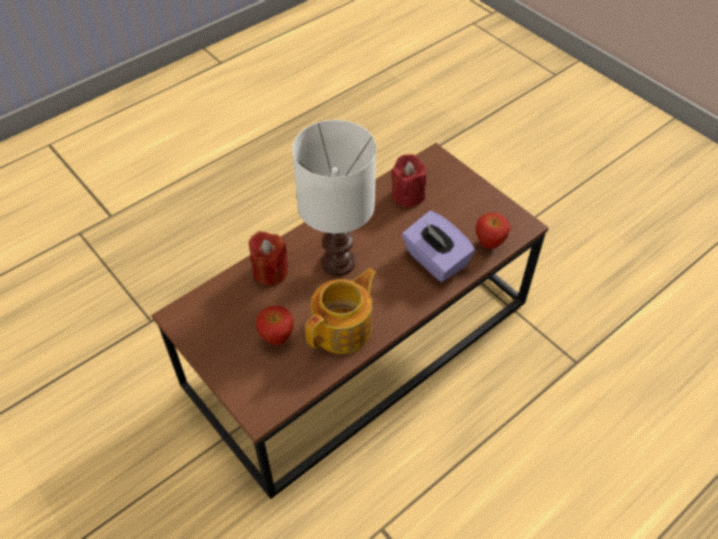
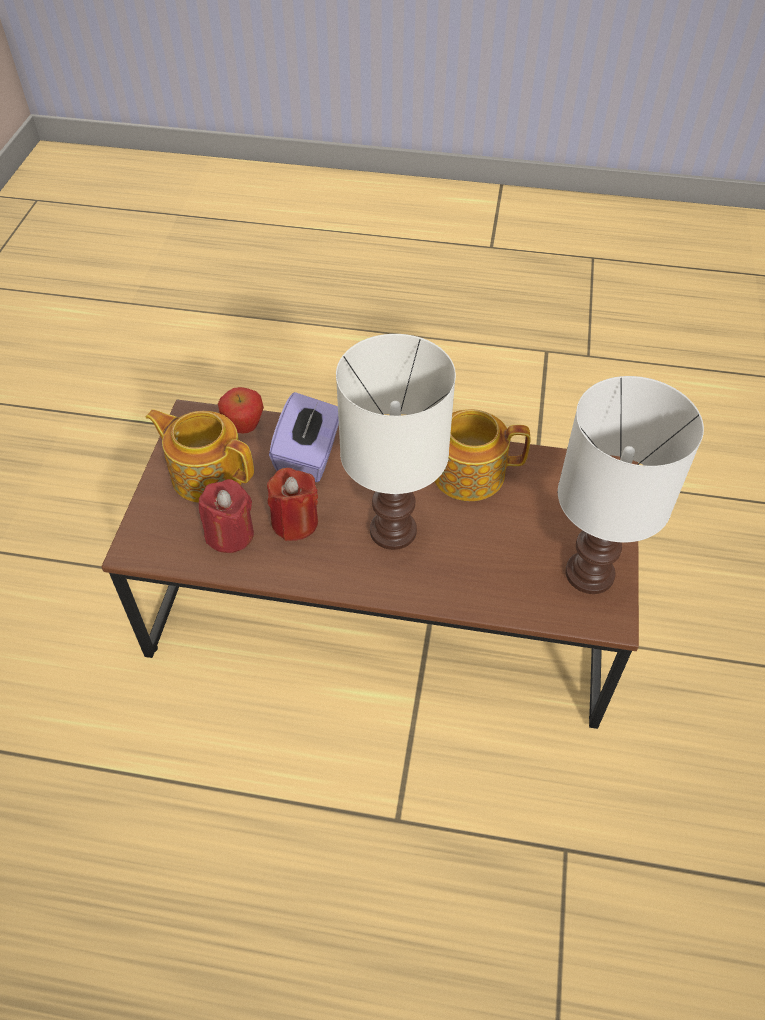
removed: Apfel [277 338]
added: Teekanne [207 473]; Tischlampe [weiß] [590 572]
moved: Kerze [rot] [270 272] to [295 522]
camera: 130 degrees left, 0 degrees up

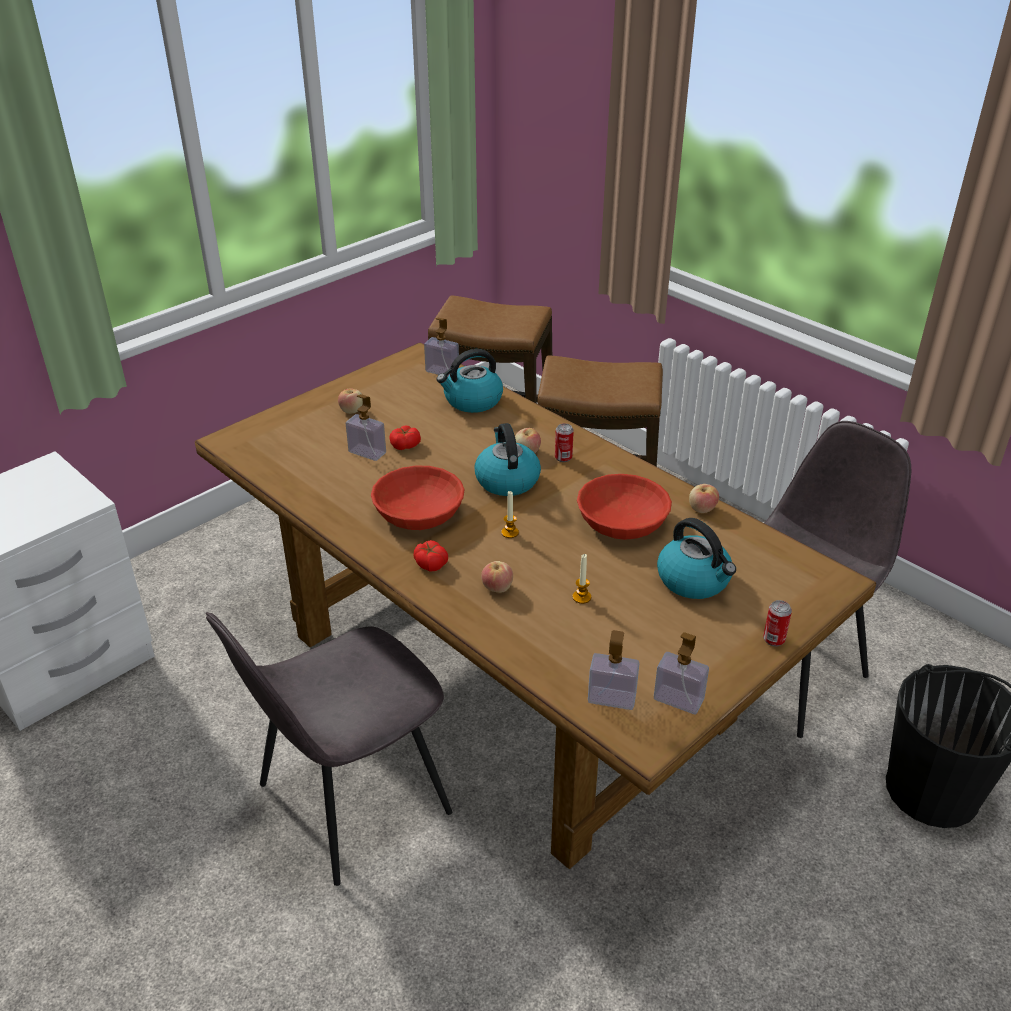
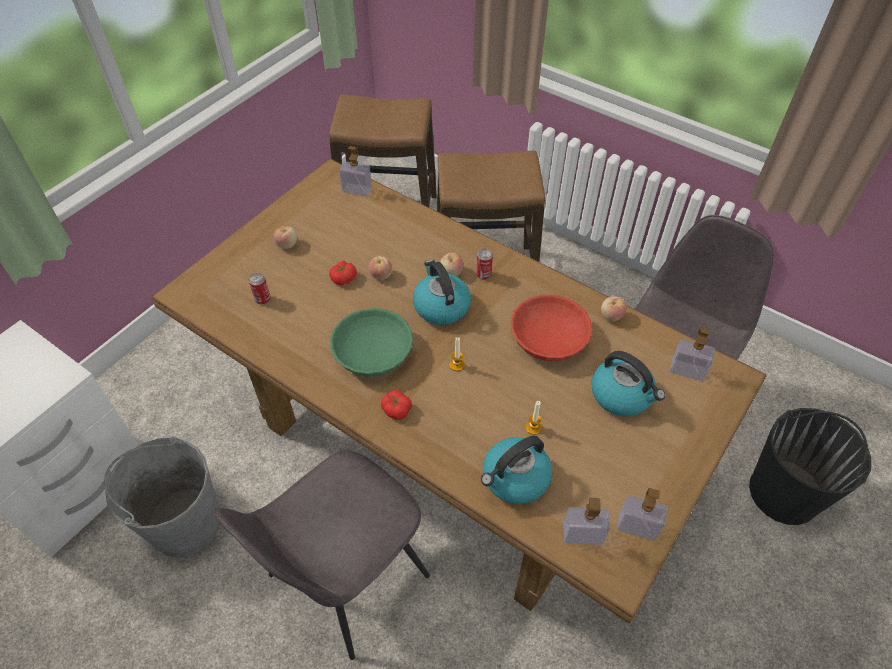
added: Eimer [grau] [185 523]
moved: Dose [773 639] to [263 299]; Apfel [497 587] to [381 275]; Wasserkessel [472 401] to [515 478]; Seifenspender [367 452] to [687 370]
recoloured: Schüssel [rot] [419 512] to Schüssel [grün] [373 353]
camera: 10 degrees left, 15 degrees up

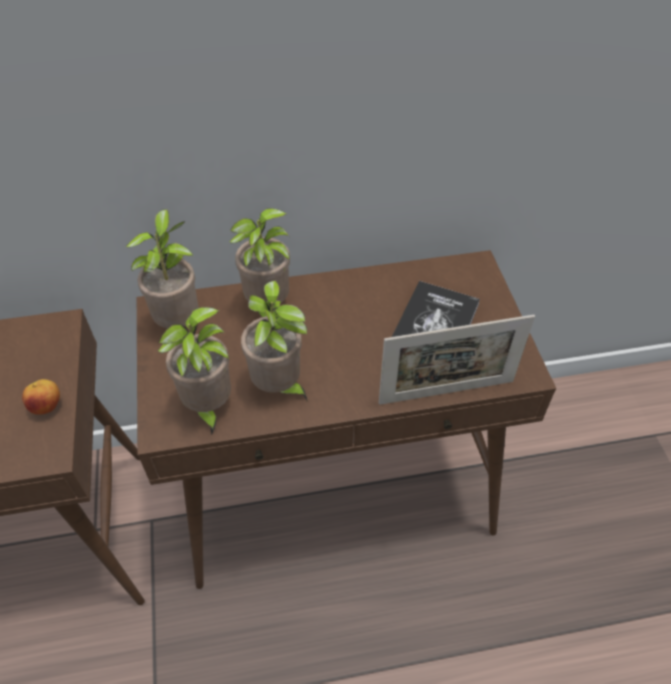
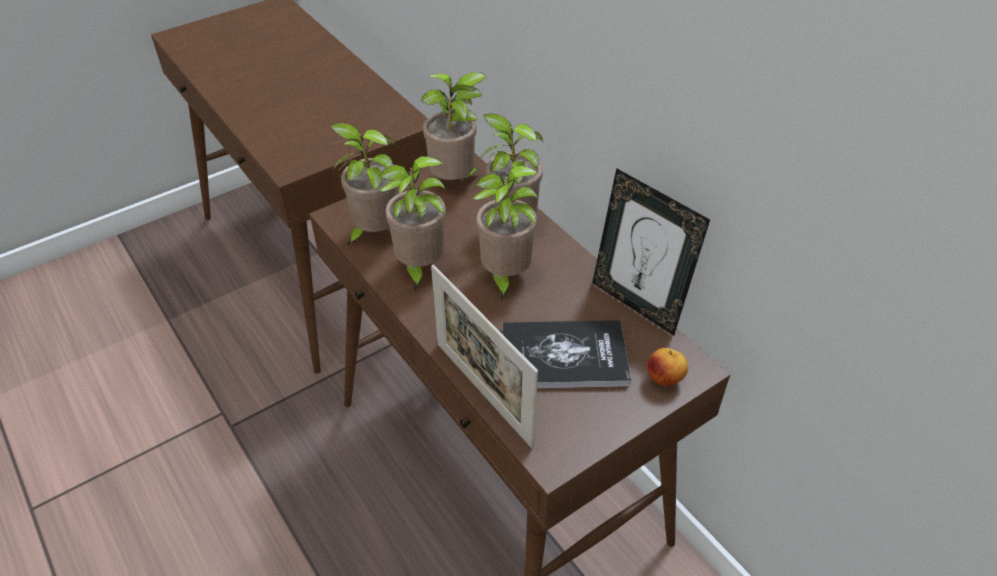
added: Topfpflanze [504 277]; Bilderrahmen [637 303]
moved: Apfel [47 406] to [665 379]
camera: 65 degrees right, 5 degrees down

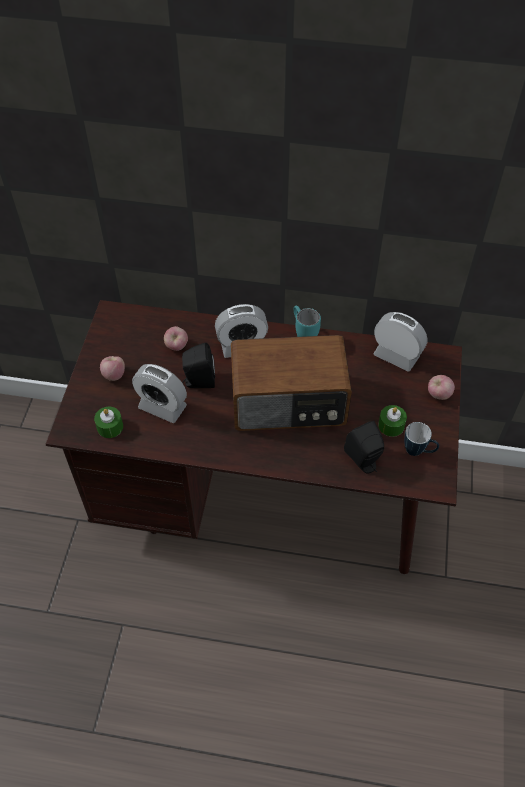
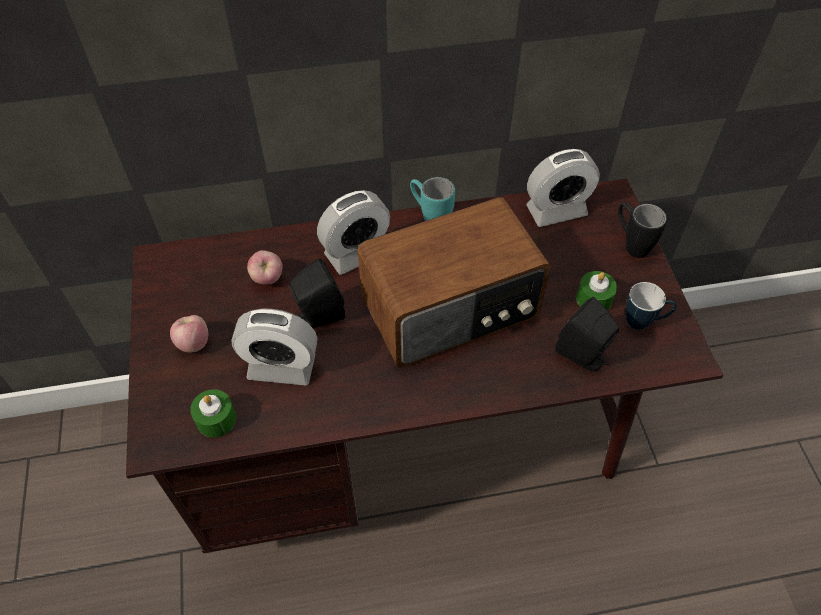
replaced: Apfel [438 395] to Henkelbecher [schwarz] [631 243]
turned: Wecker [396 356] = [556 211] 150 degrees clockwise
camera: 20 degrees left, 0 degrees up

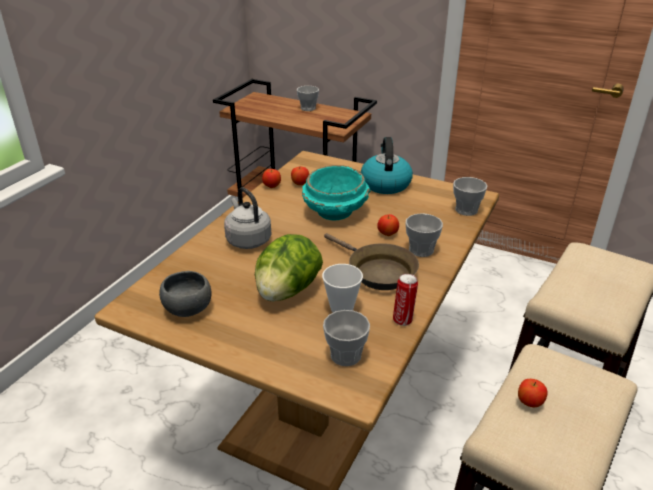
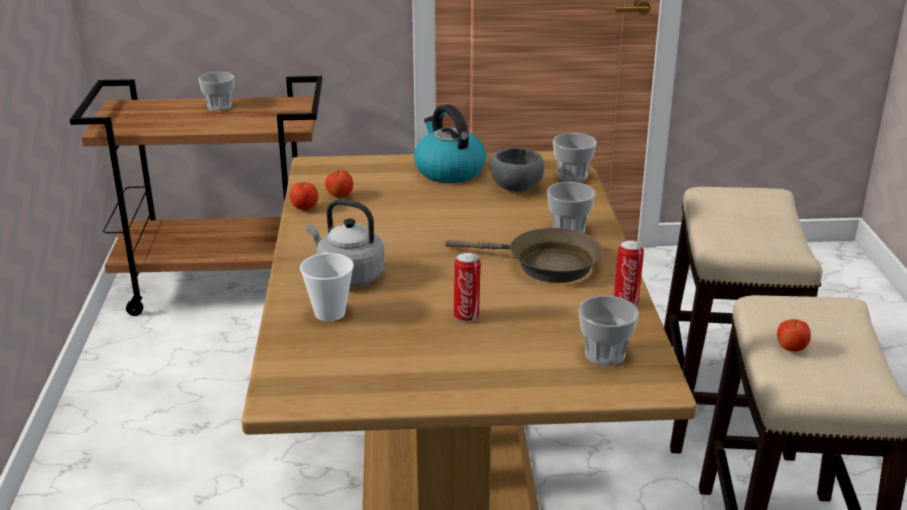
removed: Schüssel [türkis] [336 212]; Apfel [387 234]
moved: Tasse [342 308] to [329 313]; Schüssel [grau] [187 310] to [517 189]
replaced: Salatkopf [287 291] to Dose [466 315]
camera: 30 degrees left, 5 degrees down

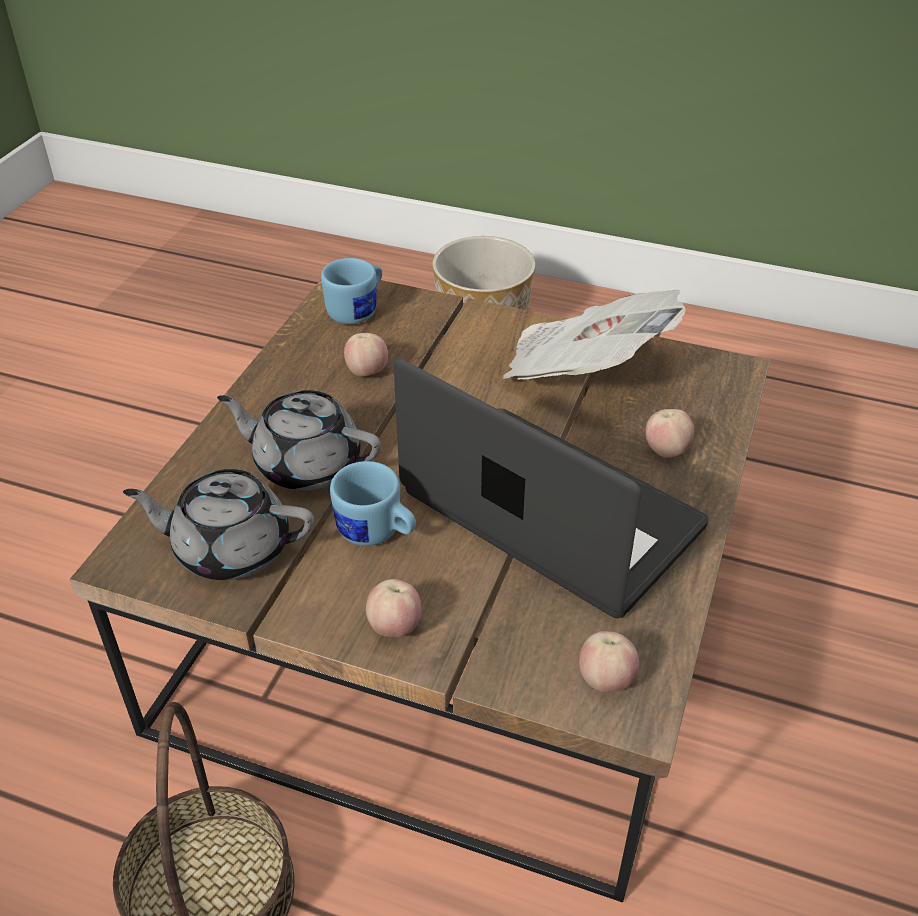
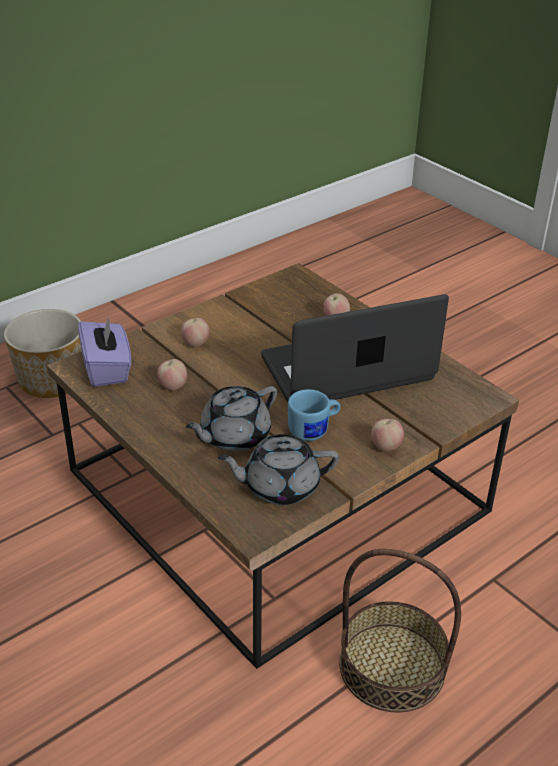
removed: Zeitung [584 372]
moved: Apfel [605 680] to [196 344]
replaced: Henkelbecher [blau] [358 310] to Taschentuchbox [lila] [107 369]
turned: Teekanne [grau] [230 548] = [280 486] 45 degrees clockwise
camera: 60 degrees left, 5 degrees down

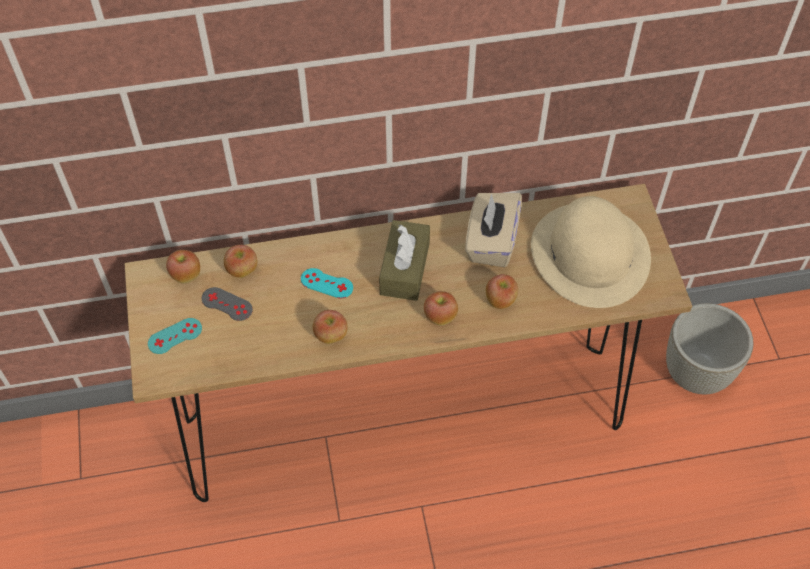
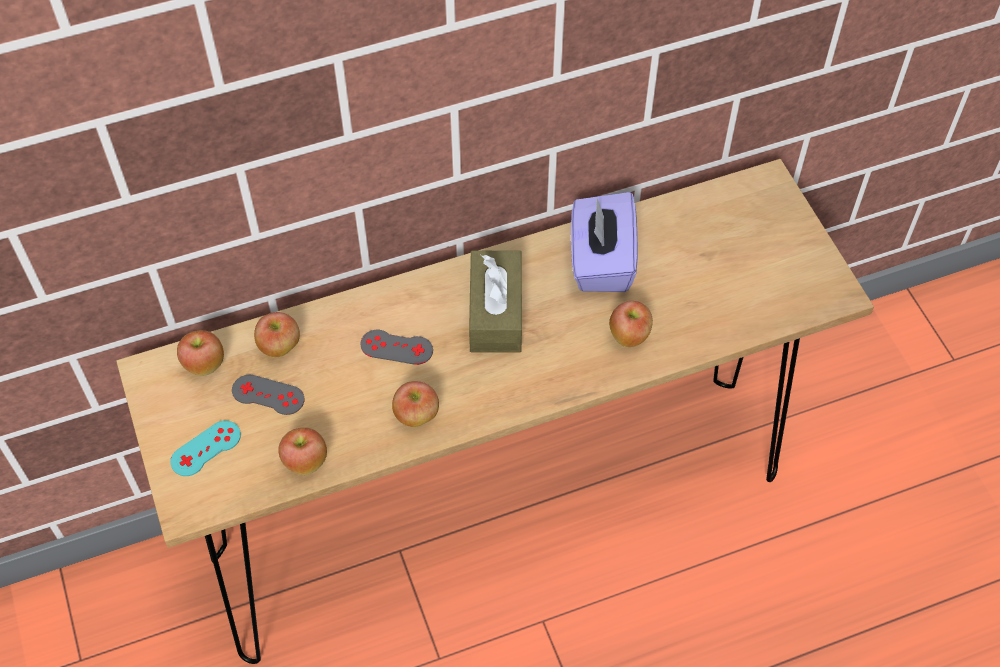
removed: Hut [beige] [590 254]; Pflanzkübel [grau] [697 373]
moved: Apfel [440 317] to [305 462]
recoloured: Gamepad [türkis] [327 283] to Gamepad [grau] [396 347]; Taschentuchbox [beige] [491 242] to Taschentuchbox [lila] [601 261]
camera: 10 degrees left, 0 degrees up

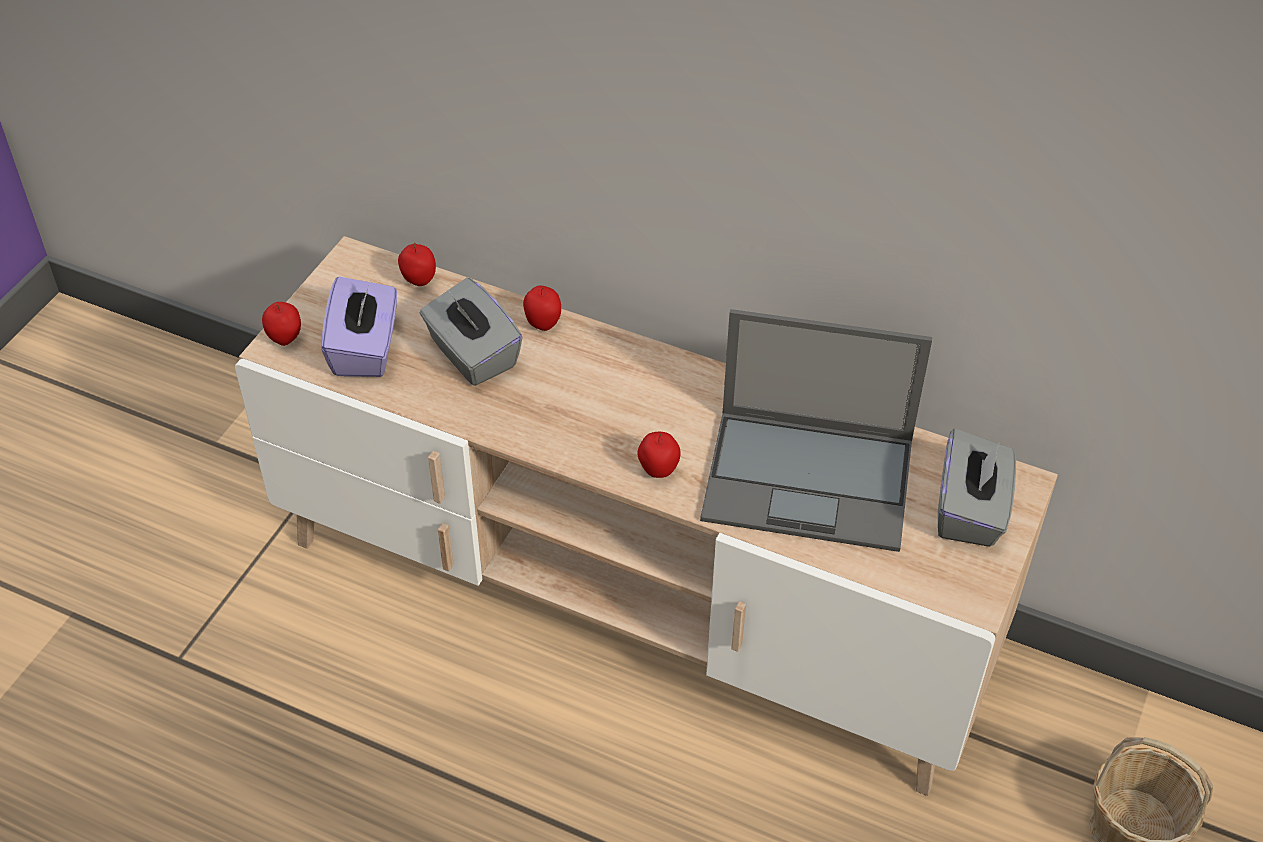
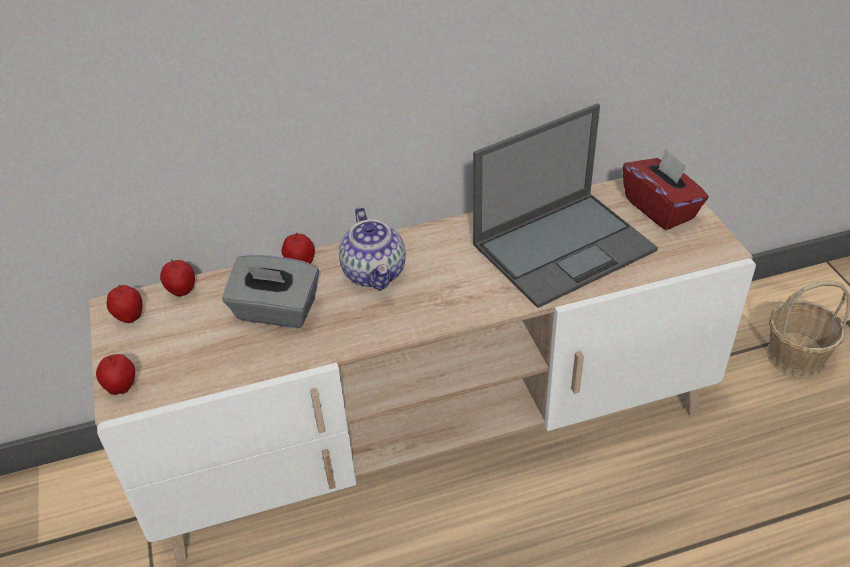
removed: Taschentuchbox [lila] [365 349]
added: Teekanne [375 273]
moved: Apfel [658 471] to [130 318]
recoloured: Taschentuchbox [grau] [970 511] to Taschentuchbox [rot] [660 208]
camera: 40 degrees left, 5 degrees down

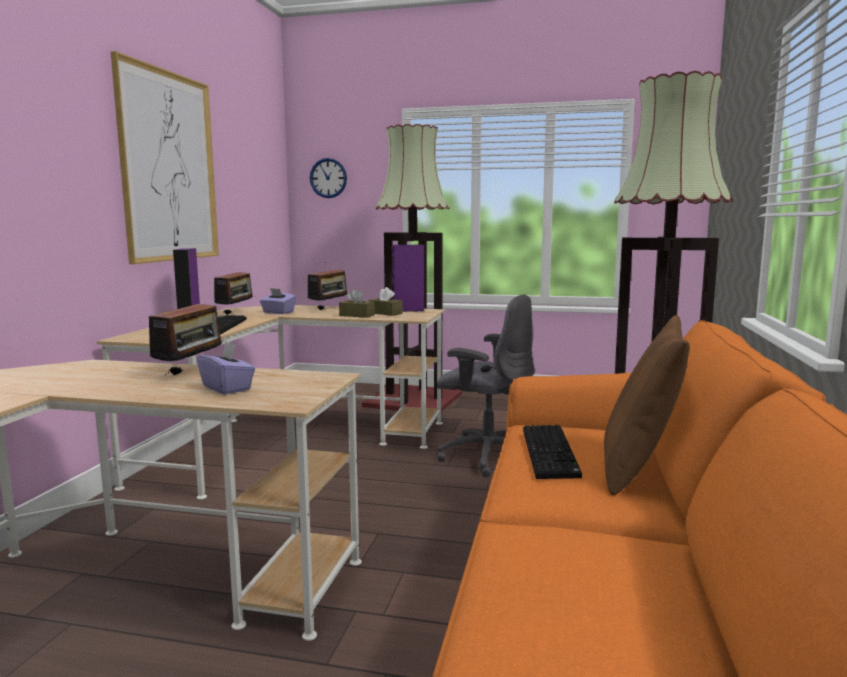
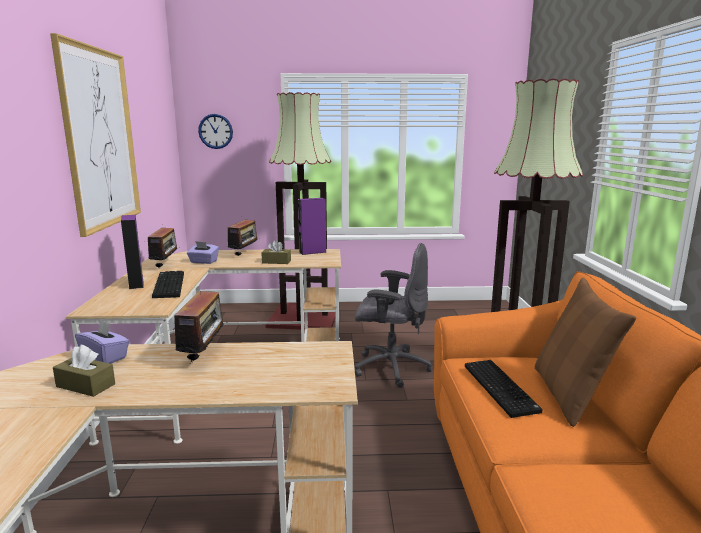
moved: Taschentuchbox [braun] [385 313] to [85 385]; Taschentuchbox [lila] [227 388] to [105 357]
camera: 15 degrees left, 5 degrees up

